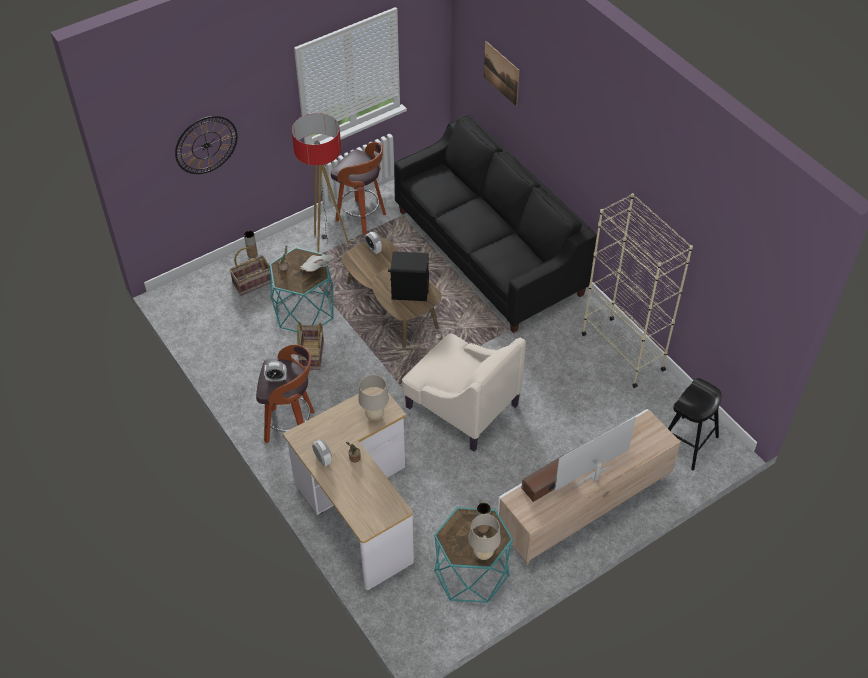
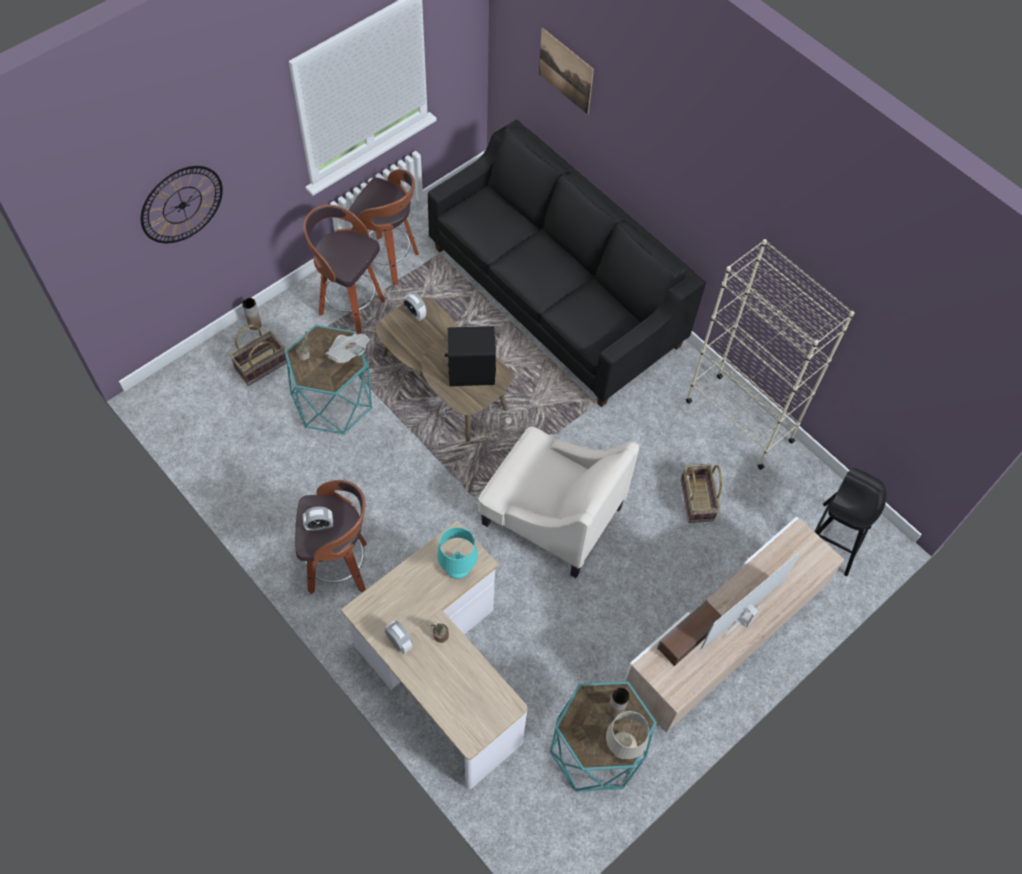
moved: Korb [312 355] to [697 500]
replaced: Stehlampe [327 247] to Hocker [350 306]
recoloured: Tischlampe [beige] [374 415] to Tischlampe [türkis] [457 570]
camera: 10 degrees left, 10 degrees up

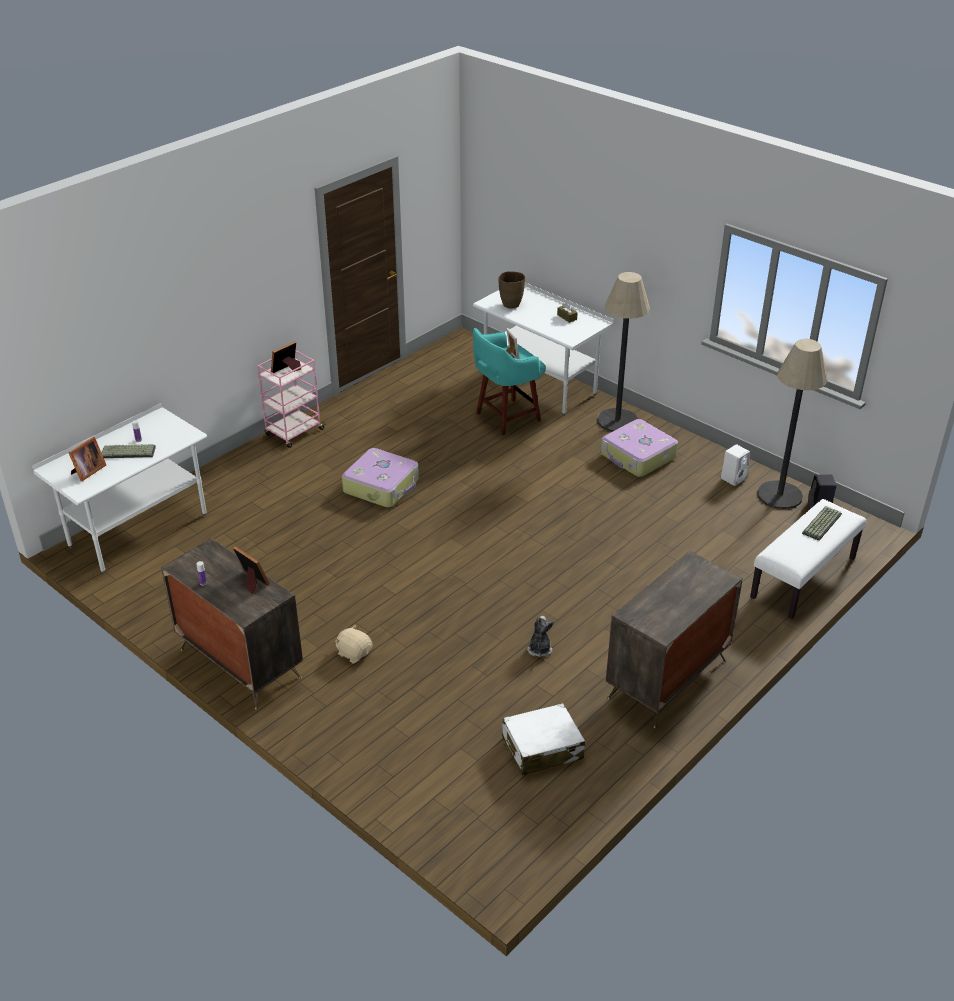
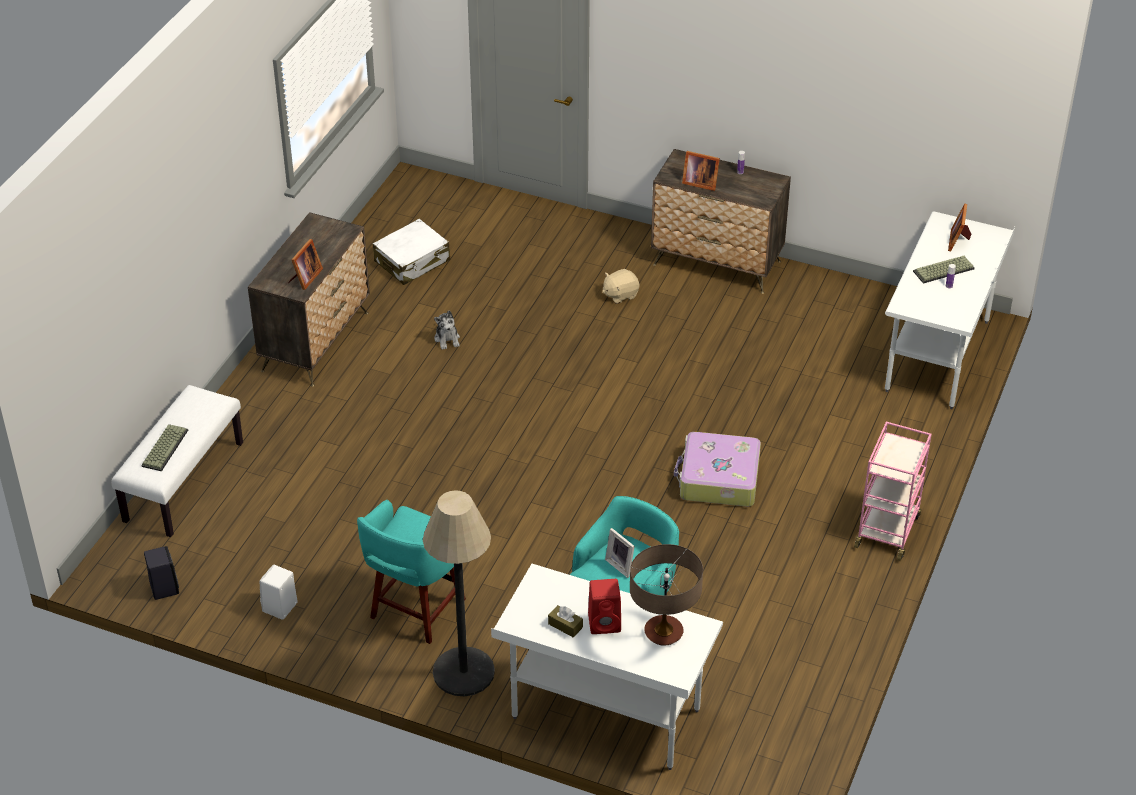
removed: Stehlampe [779 495]
added: Lautsprecher [rot] [605 623]
moved: Bilderrahmen [287 370] to [305 278]
replaced: Koffer [638 457] to Hocker [türkis] [416 611]; Vase [braun] [511 304] to Tischlampe [663 632]
turned: Plüschtier [beige] [354 653] = [620 295] 135 degrees clockwise
camera: 160 degrees right, 5 degrees up

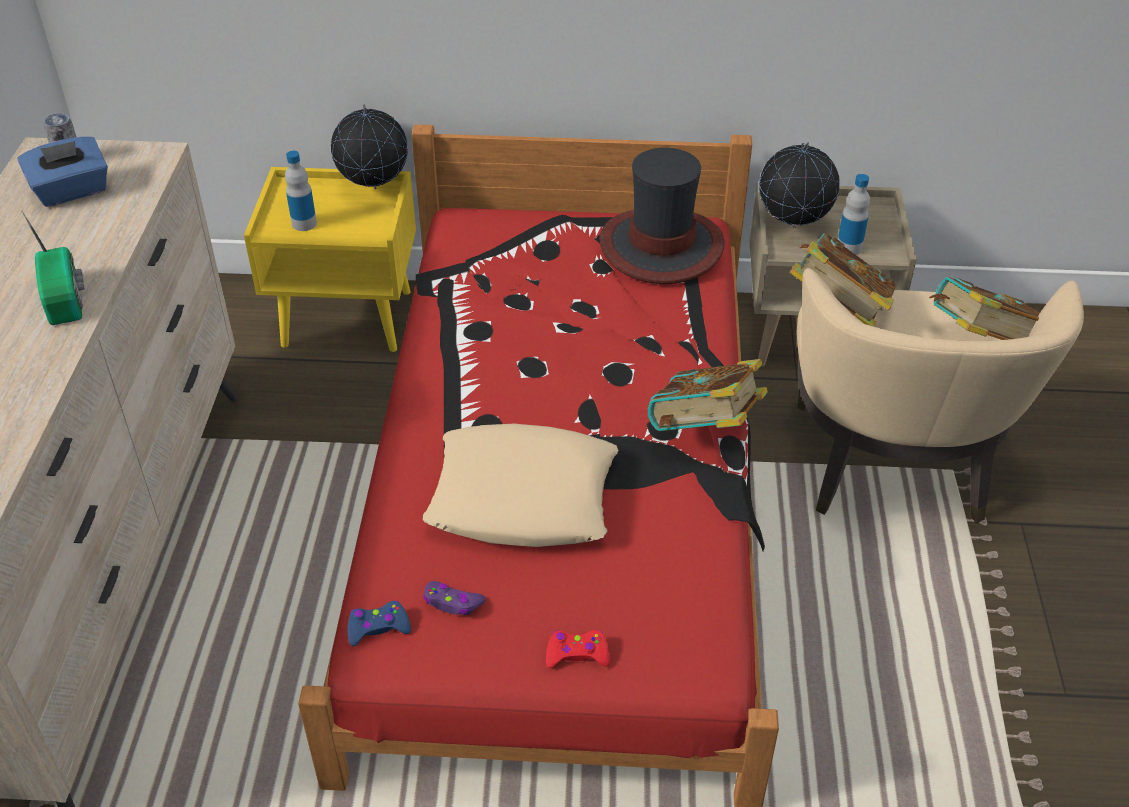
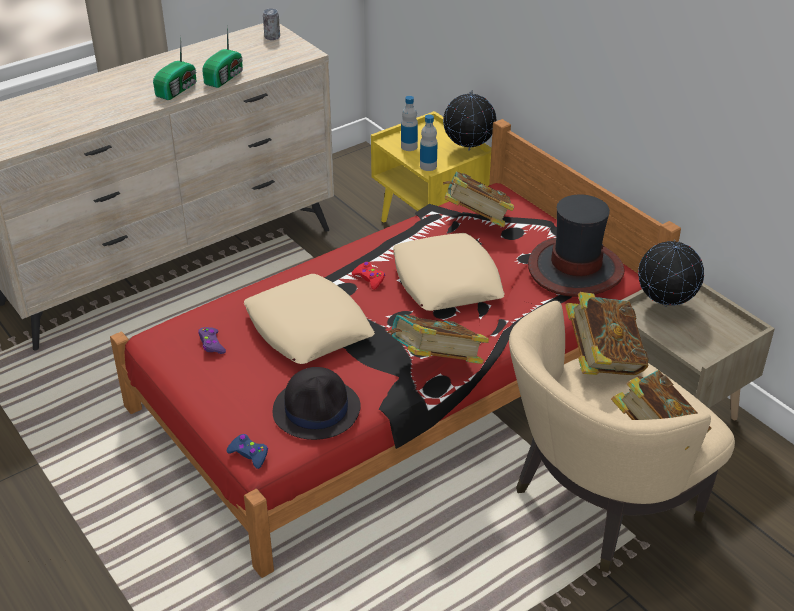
removed: Taschentuchbox [blau] [72 191]
added: Radio [225 77]; Hut [schwarz] [317 409]; Kissen [beige] [447 281]; Buch [476 222]
moved: Gamepad [blau] [378 628] to [249 454]; Gamepad [rot] [577 654] to [369 279]; Flasche [849 247] to [428 166]
camera: 50 degrees right, 5 degrees down

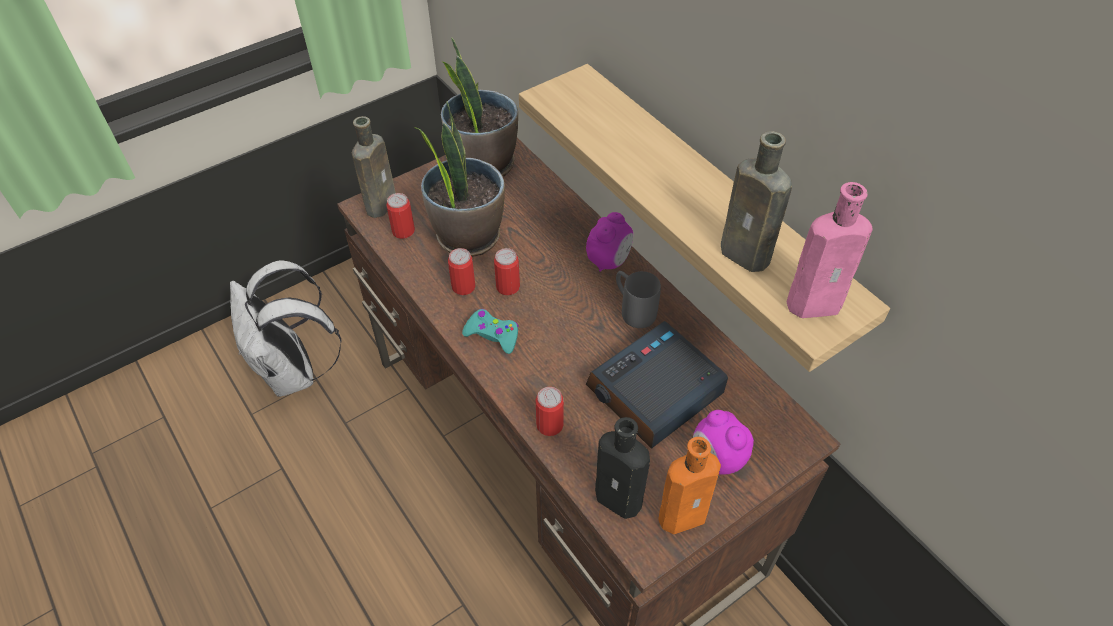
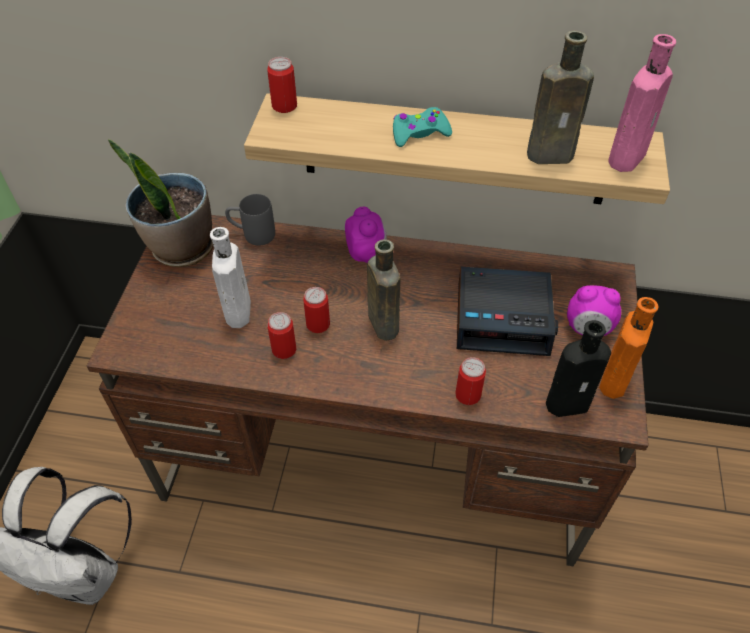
moved: Henkelbecher [grau] [633 309] to [252 234]; Dose [403 231] to [284 106]; Flasche [braun] [382 203] to [382 322]; Gamepad [türkis] [492 335] to [419 133]
replaced: Topfpflanze [467 235] to Flasche [weiß] [238 310]
turned: Wecker [654 392] = [503 318] 90 degrees counterclockwise
camera: 45 degrees left, 0 degrees up

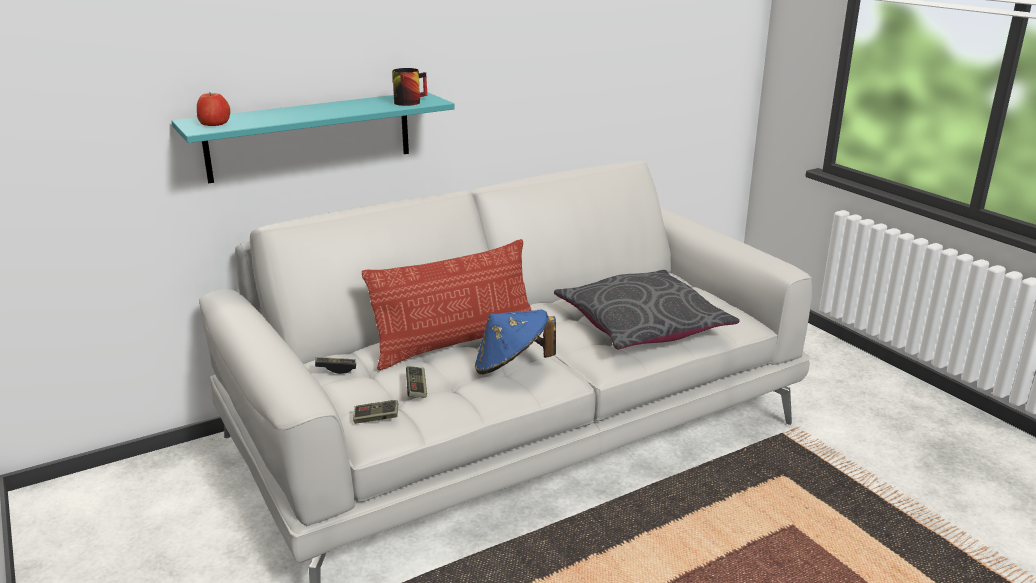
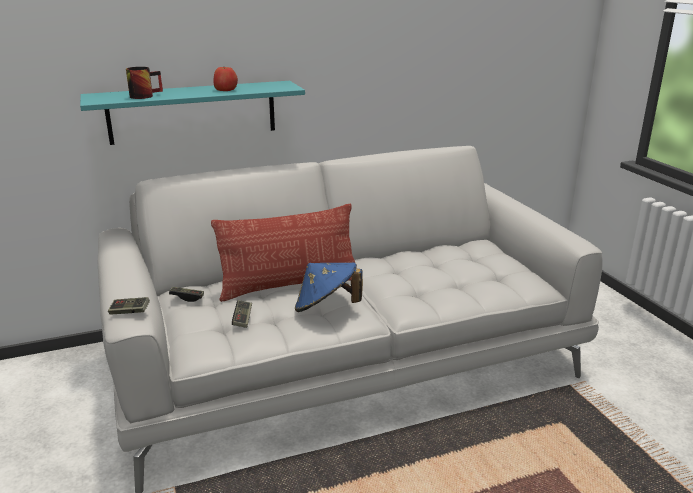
removed: Kissen [grau] [641 325]
moved: Gamepad [376 418] to [129 312]; Henkelbecher [409 101] to [144 95]; Apfel [214 123] to [225 89]
camera: 10 degrees right, 0 degrees up

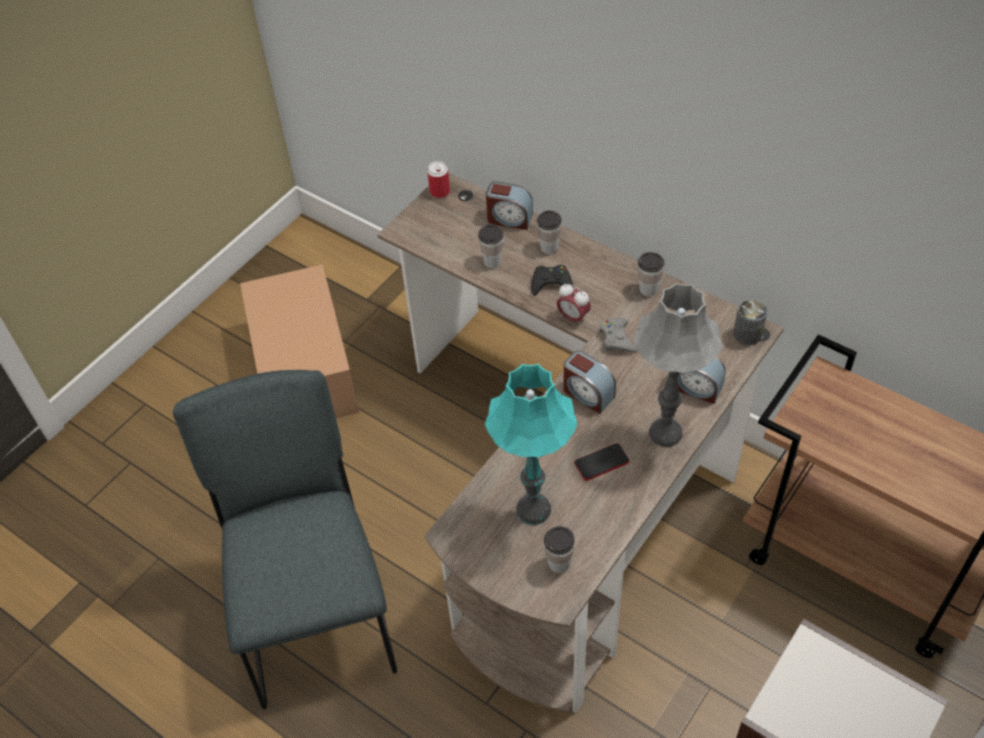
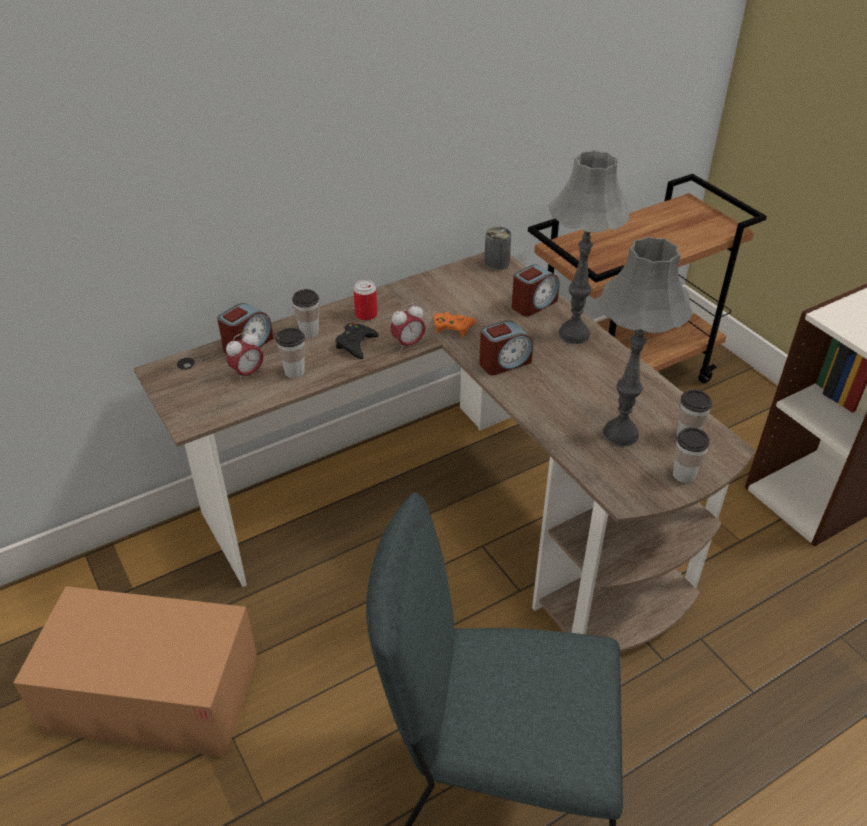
removed: Handy [601 462]
added: Wecker [247 373]
moved: Dose [439 192] to [366 315]; Tasse [648 289] to [684 475]
recoloured: Gamepad [grau] [617 339] to Gamepad [orange] [452 327]; Tischlampe [türkis] [533 509] to Tischlampe [grau] [620 434]
camera: 70 degrees left, 10 degrees down

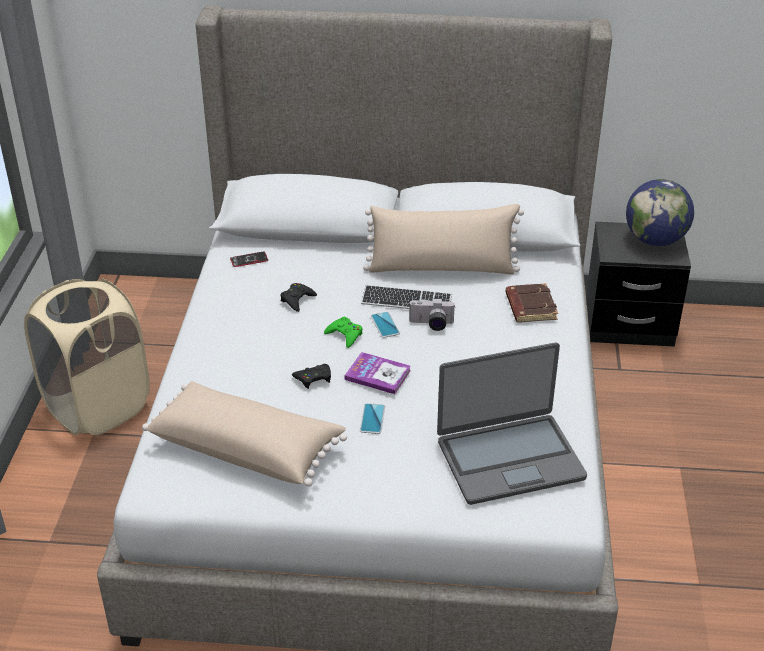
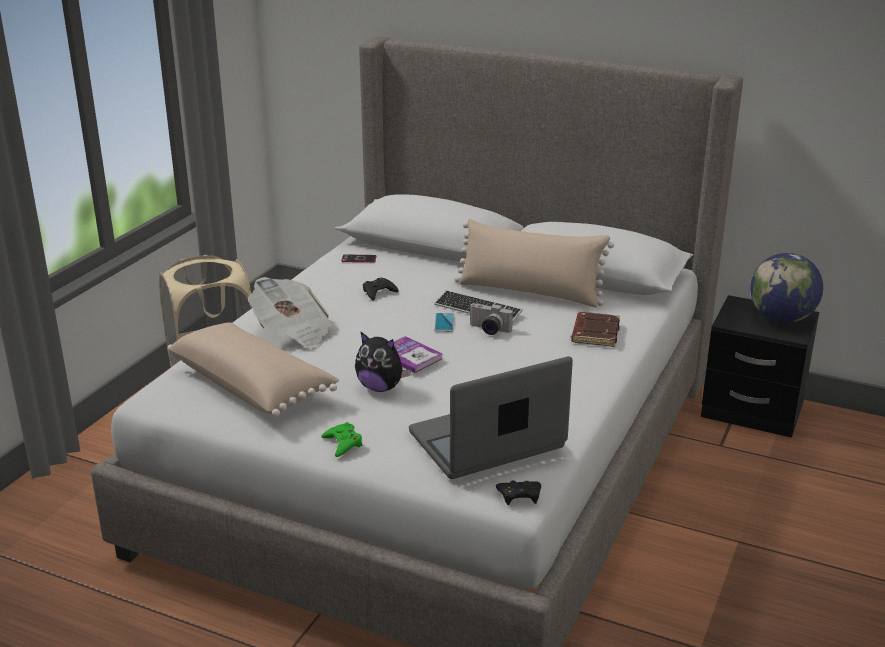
added: Zeitung [293 332]
moved: Gamepad [grün] [345 335] to [343 443]; Gamepad [schwarz] [313 378] to [519 495]
replaced: Handy [372 419] to Plüschtier [381 387]
turned: Laptop [509 459] = [487 441] 150 degrees clockwise
camera: 20 degrees right, 10 degrees down

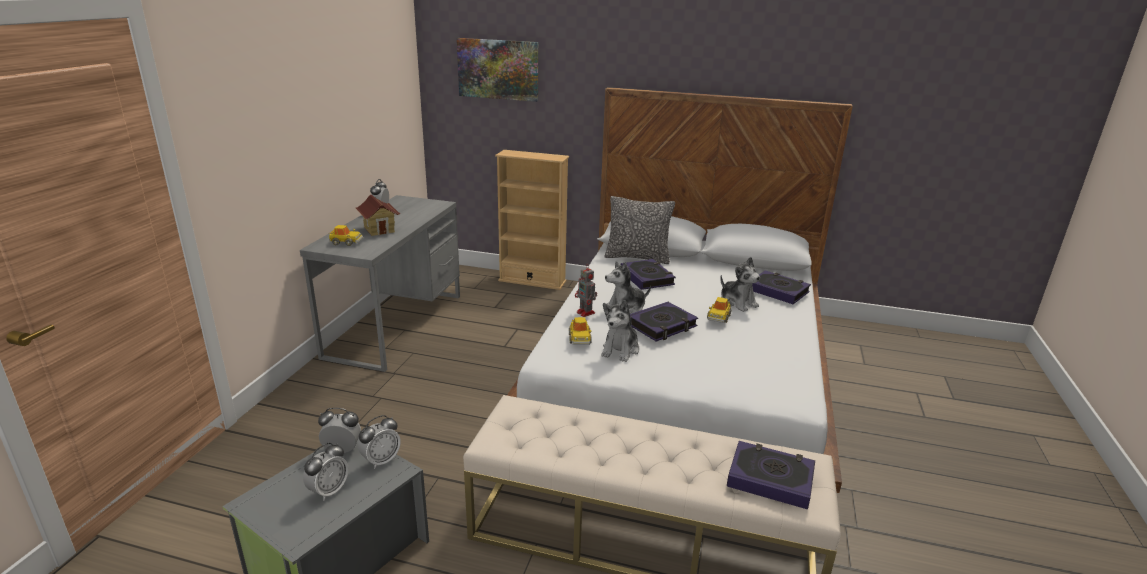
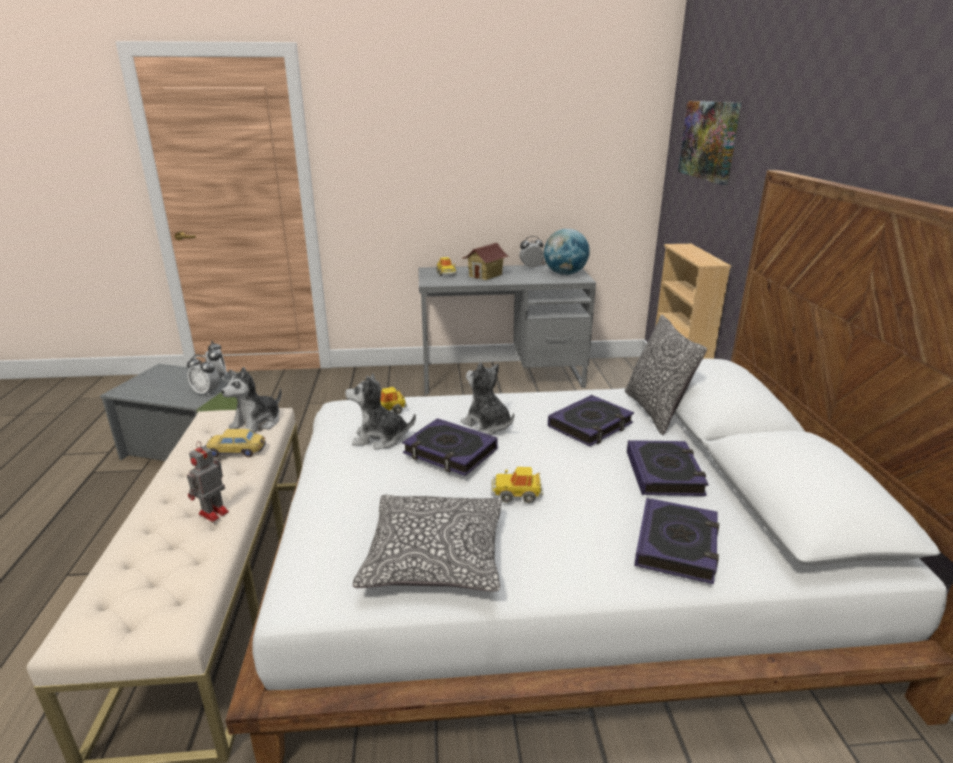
removed: Wecker [329 491]
added: Spielzeugauto [236 452]; Kissen [434 557]; Globus [565 274]
moved: Spielzeugroboter [586 313] to [212 513]; Plüschtier [737 302] to [257 423]; Buch [770 479] to [664 473]
camera: 70 degrees right, 0 degrees up

